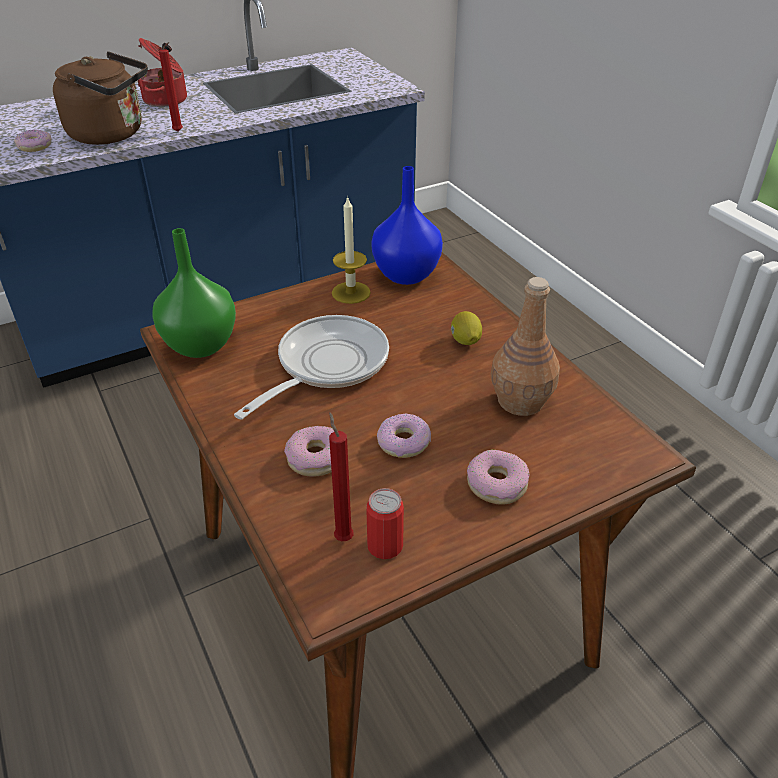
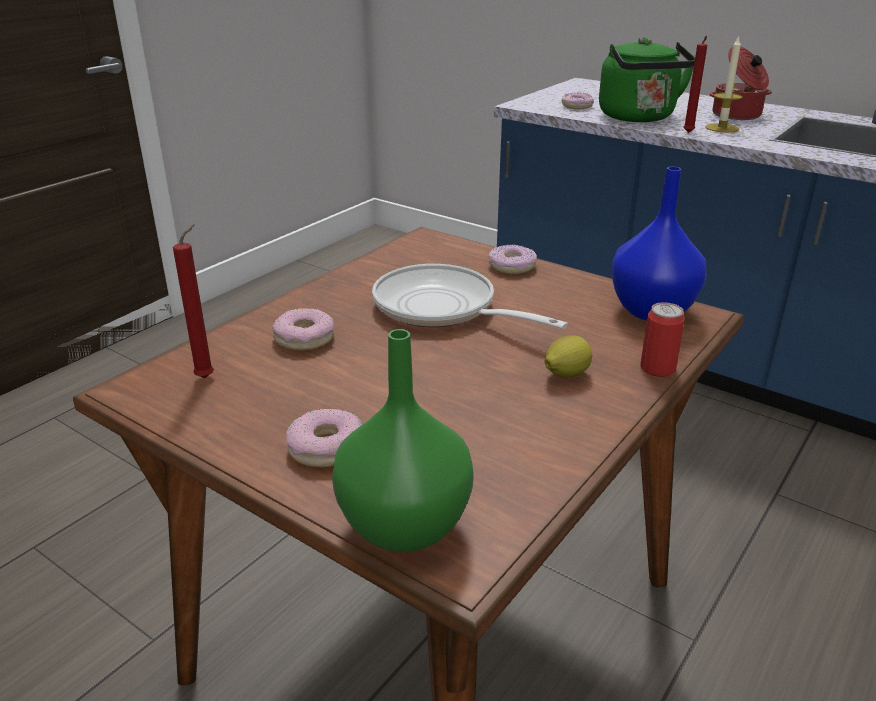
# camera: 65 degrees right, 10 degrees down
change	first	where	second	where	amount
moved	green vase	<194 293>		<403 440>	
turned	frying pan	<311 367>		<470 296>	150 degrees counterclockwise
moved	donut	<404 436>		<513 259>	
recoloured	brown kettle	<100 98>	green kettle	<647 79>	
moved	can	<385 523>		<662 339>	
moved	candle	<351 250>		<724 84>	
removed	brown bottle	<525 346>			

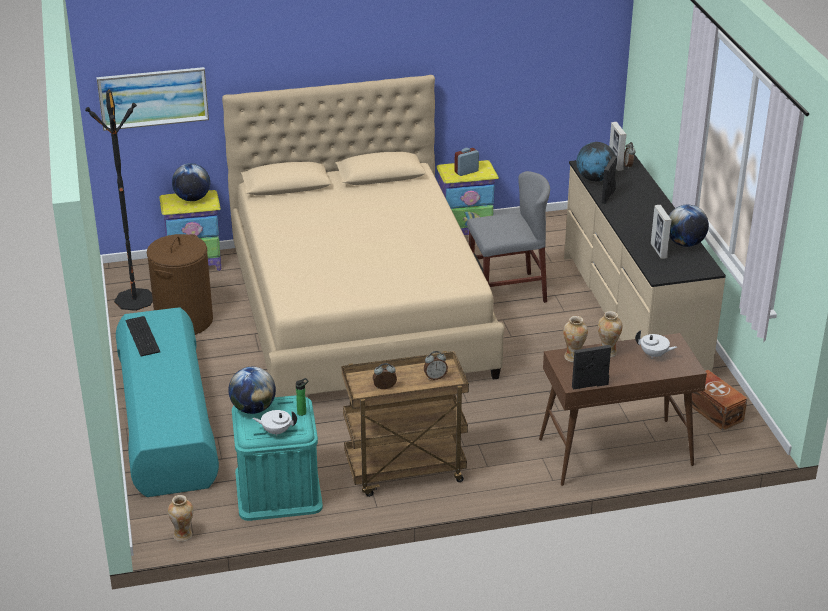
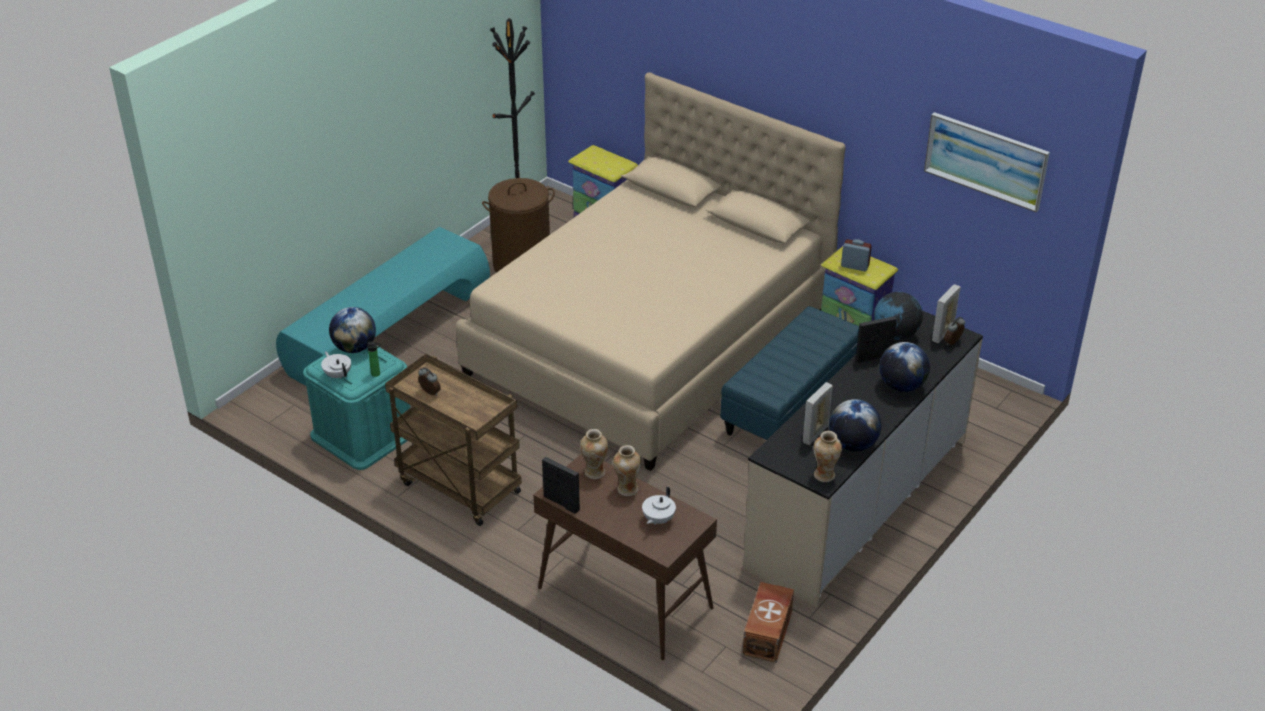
# camera: 50 degrees right, 5 degrees up
change	first	where	second	where	amount
turned	white teapot	<656 344>		<659 506>	45 degrees clockwise
replaced	grey chair	<508 237>	blue ottoman	<789 373>	
moved	vase	<180 518>		<827 456>	
moved	globe	<191 182>		<904 367>	
moved	picture	<152 99>		<987 162>	
removed	keyboard	<143 336>			
removed	alarm clock	<436 365>			

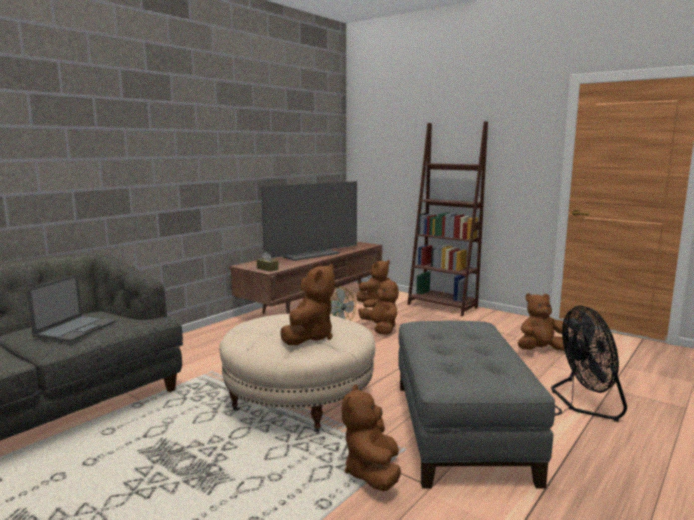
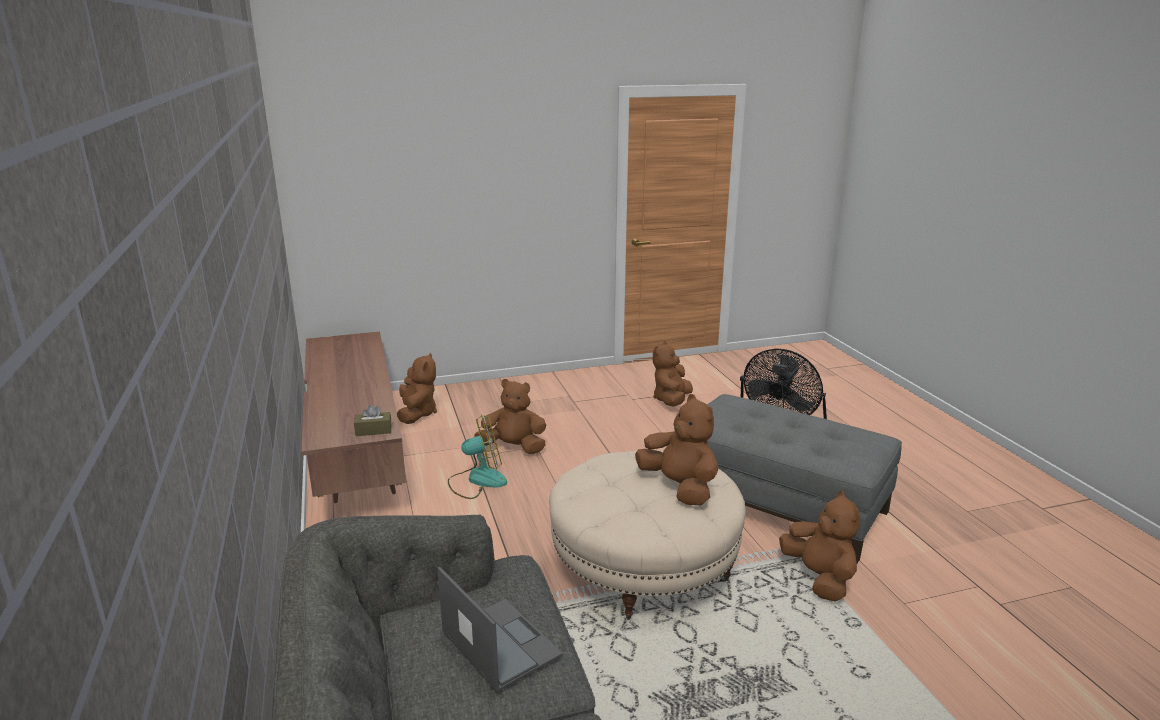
# camera: 55 degrees left, 10 degrees up
change	first	where	second	where	amount
turned	brown plush toy	<371 438>		<819 546>	150 degrees counterclockwise
removed	television	<309 221>			
removed	brown bookcase	<447 218>			

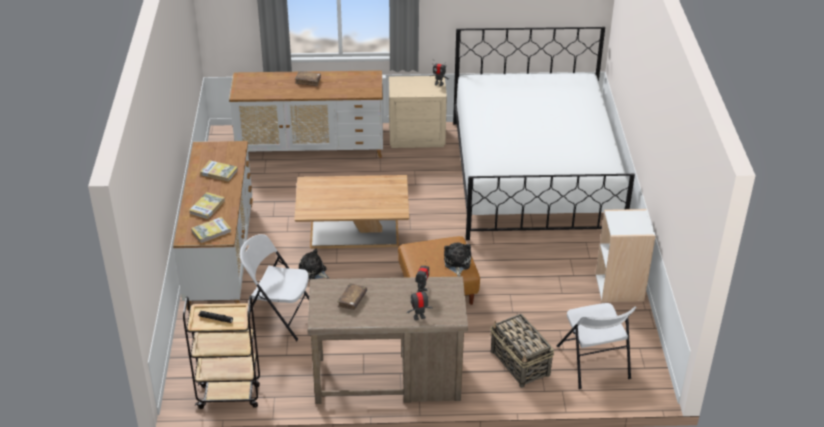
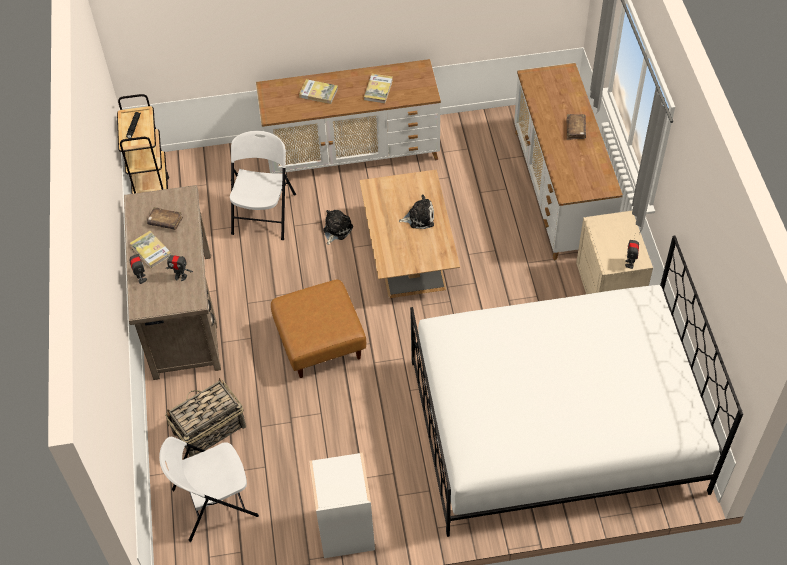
# camera: 85 degrees right, 15 degrees up
change	first	where	second	where	amount
moved	book	<211 230>		<150 250>	
moved	plush toy	<457 259>		<416 212>	

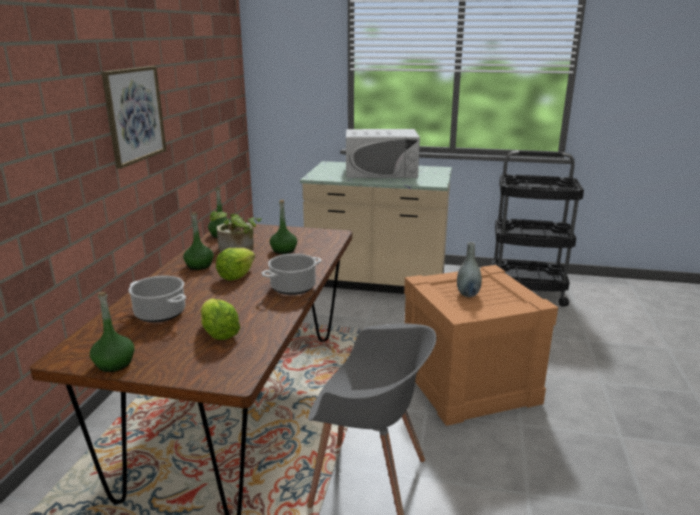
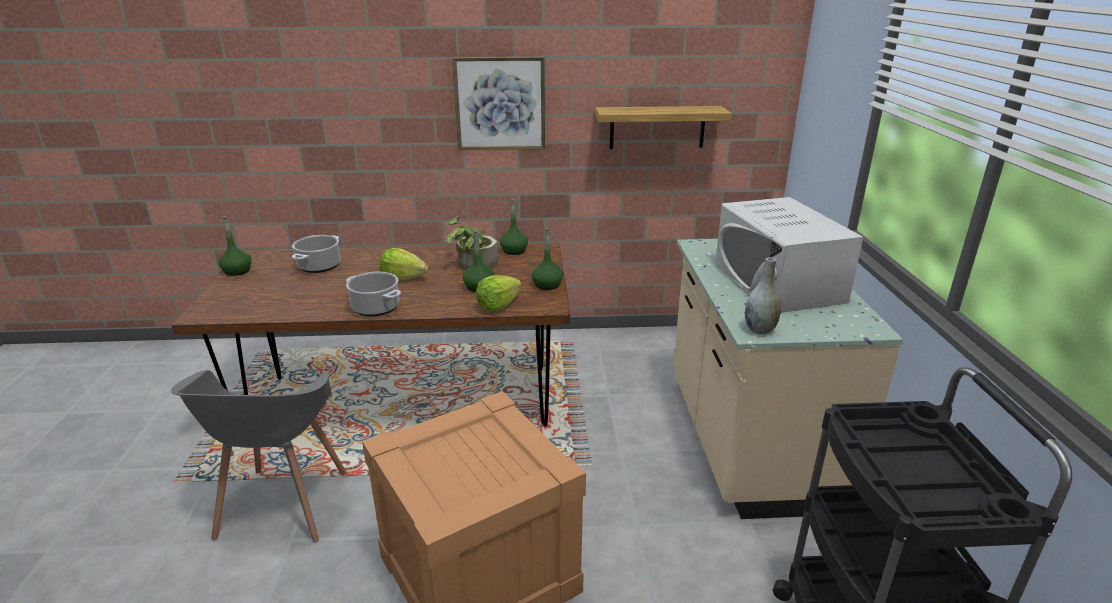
# camera: 75 degrees right, 5 degrees up
change	first	where	second	where	amount
moved	lettuce	<220 319>		<499 293>	
moved	green bottle	<198 241>		<547 259>	
added			shelf	<663 127>	
moved	grey vase	<469 269>		<763 295>	

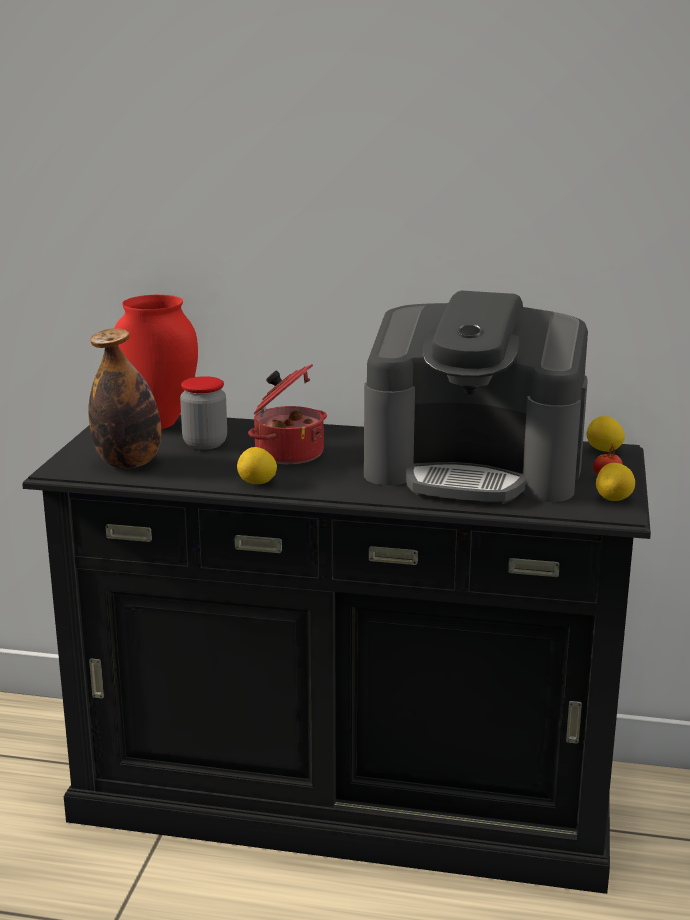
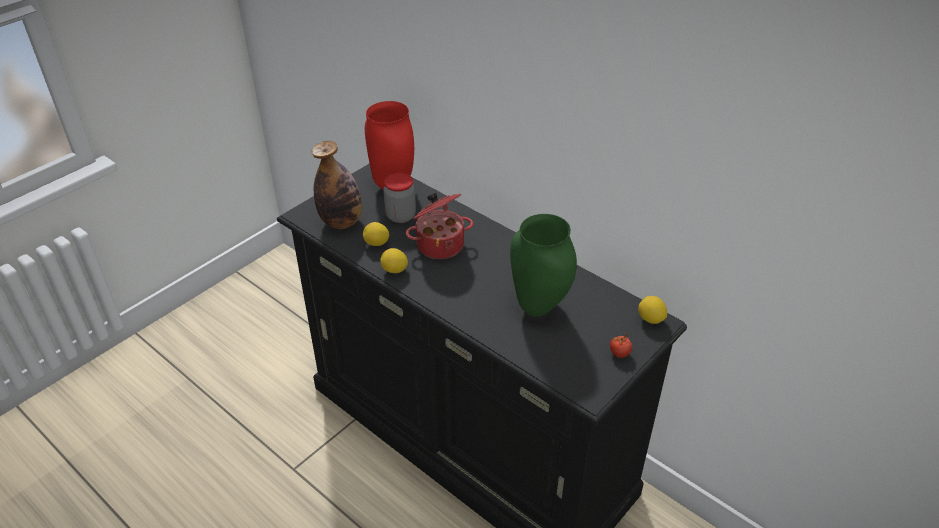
# camera: 30 degrees right, 20 degrees up
change	first	where	second	where	amount
moved	lemon	<615 482>		<376 234>	
replaced	coffee machine	<476 397>	green vase	<543 265>	

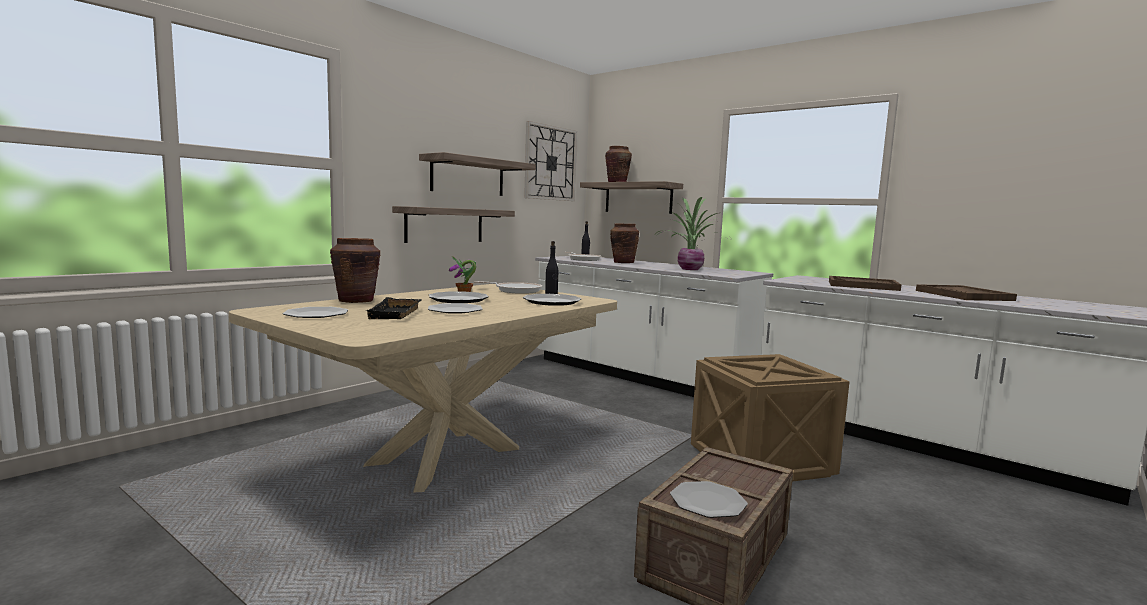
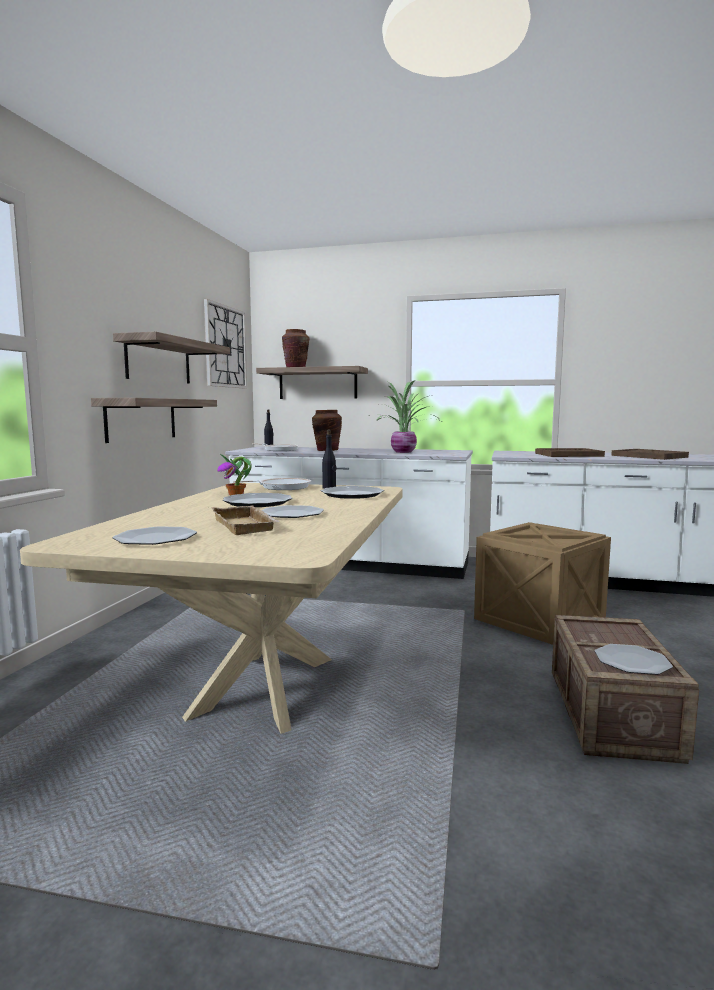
# camera: 25 degrees left, 0 degrees up
change	first	where	second	where	amount
recoloured	black tray	<394 308>	beige tray	<245 520>	
removed	brown vase	<355 270>			

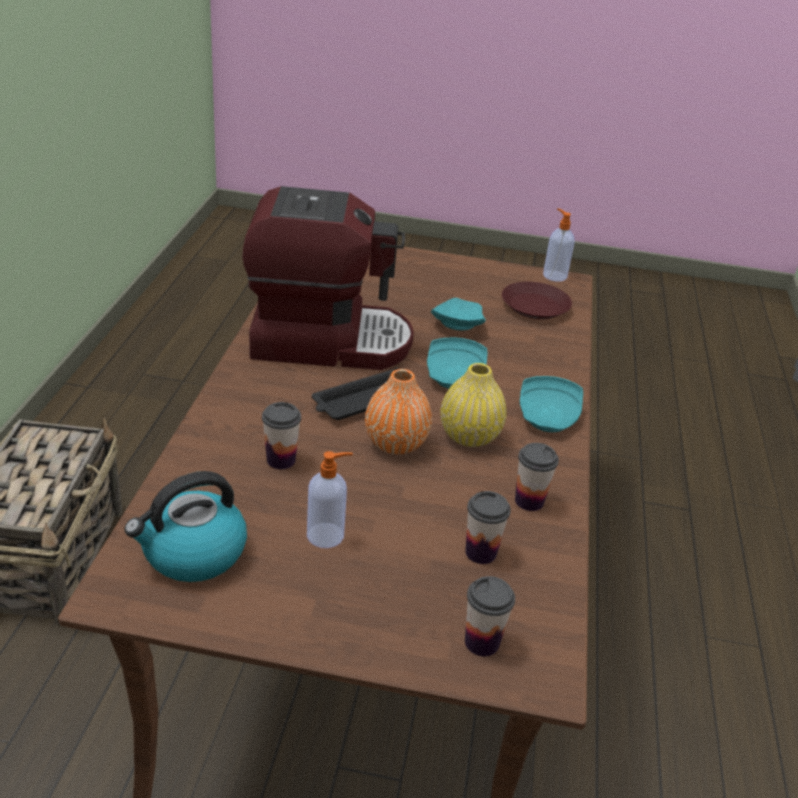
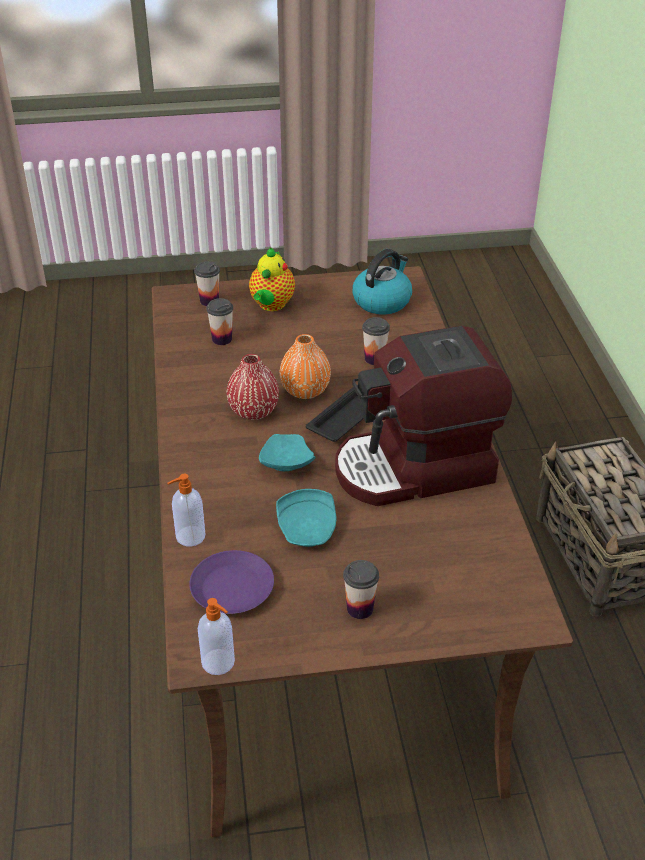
# camera: 165 degrees right, 5 degrees up
change	first	where	second	where	amount
moved	soap dispenser	<330 499>		<186 510>	
recoloured	brown plate	<537 300>	purple plate	<231 582>	
recoloured	yellow vase	<474 405>	red vase	<253 387>	
added			teapot	<272 279>	
moved	cup	<537 477>		<361 589>	
removed	turquoise plate	<551 404>			

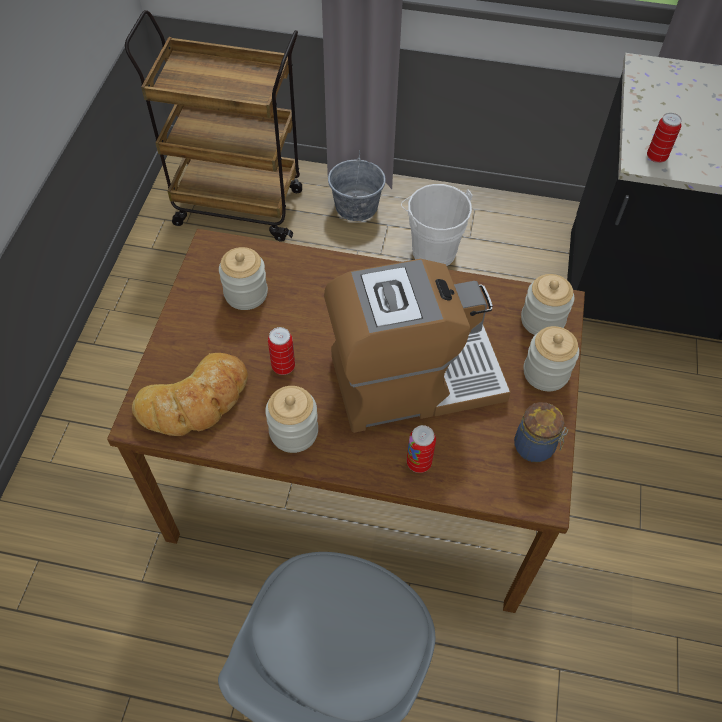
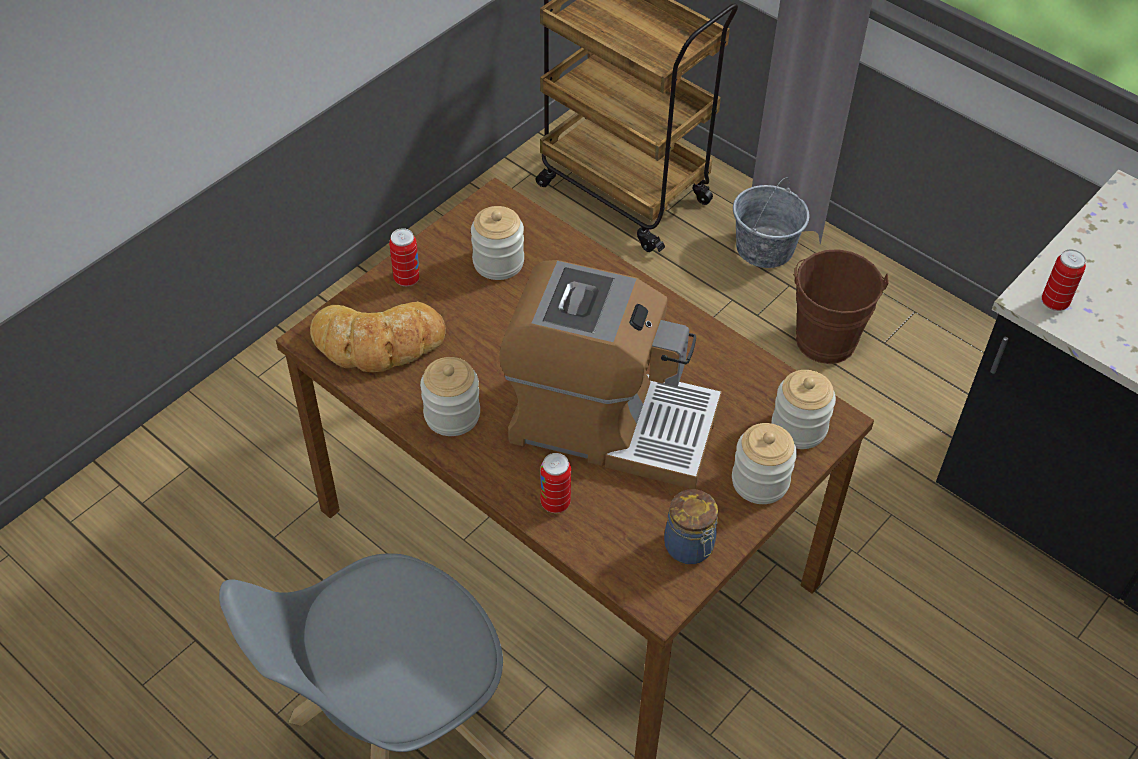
# camera: 30 degrees right, 5 degrees down
change	first	where	second	where	amount
moved	can	<281 351>		<404 257>	
recoloured	white bucket	<437 225>	brown bucket	<841 306>	

